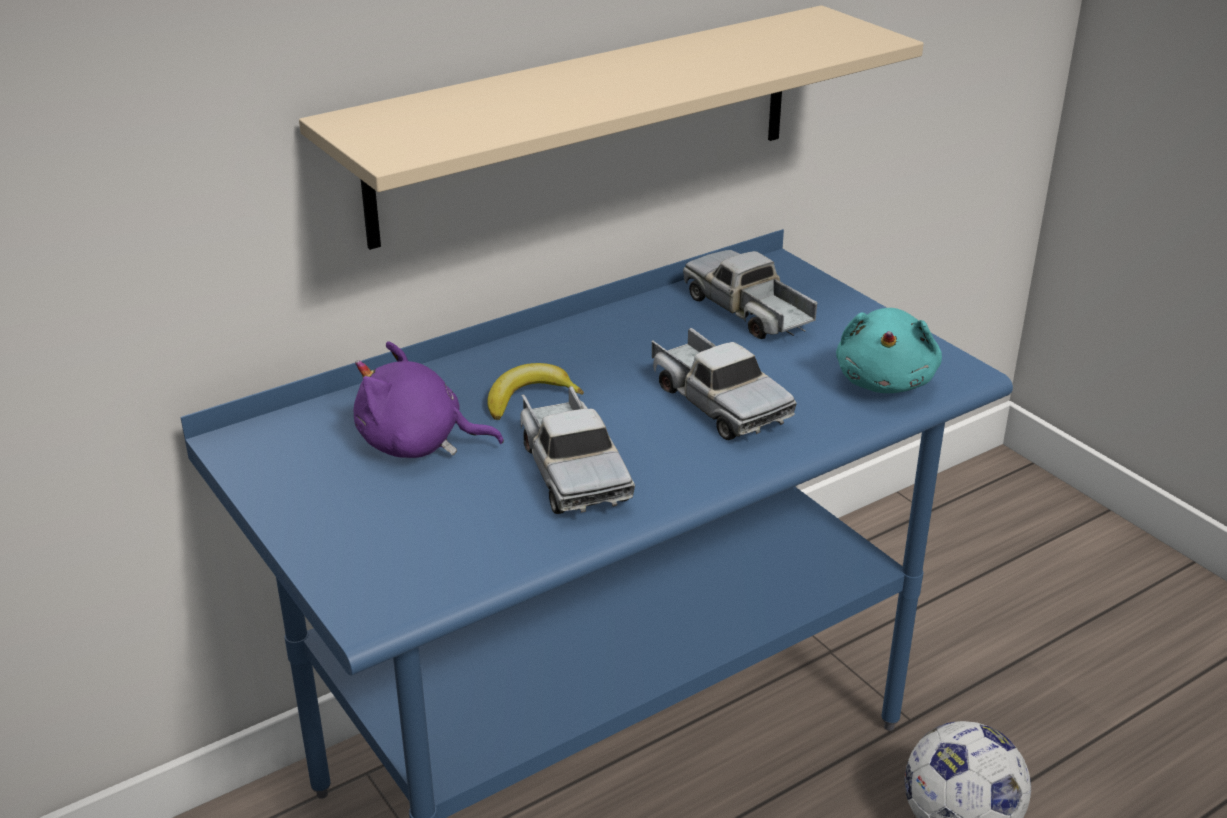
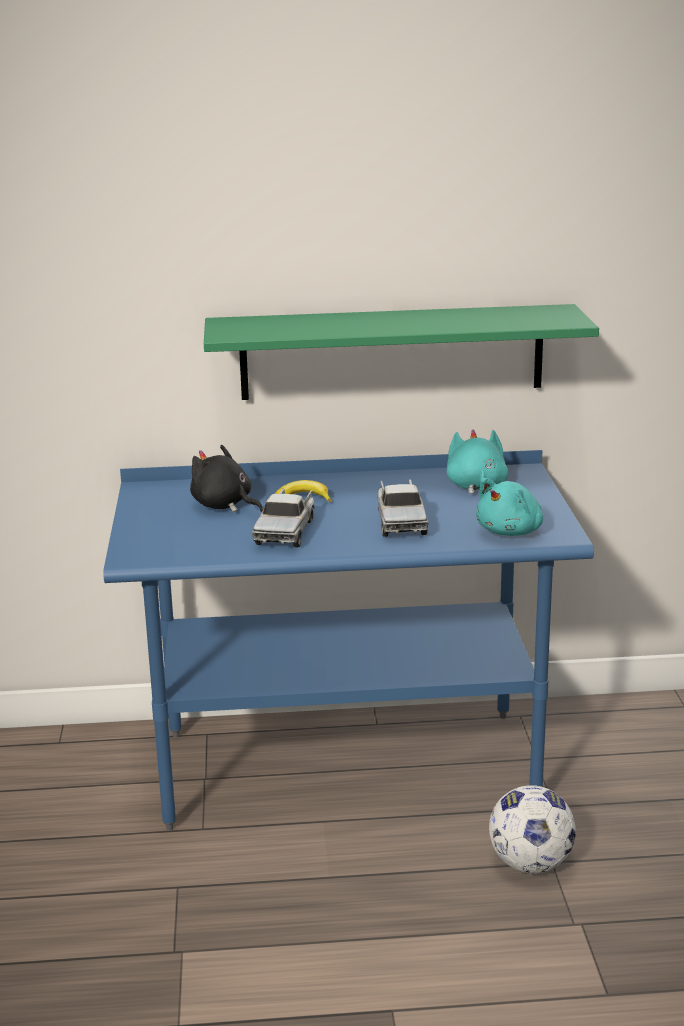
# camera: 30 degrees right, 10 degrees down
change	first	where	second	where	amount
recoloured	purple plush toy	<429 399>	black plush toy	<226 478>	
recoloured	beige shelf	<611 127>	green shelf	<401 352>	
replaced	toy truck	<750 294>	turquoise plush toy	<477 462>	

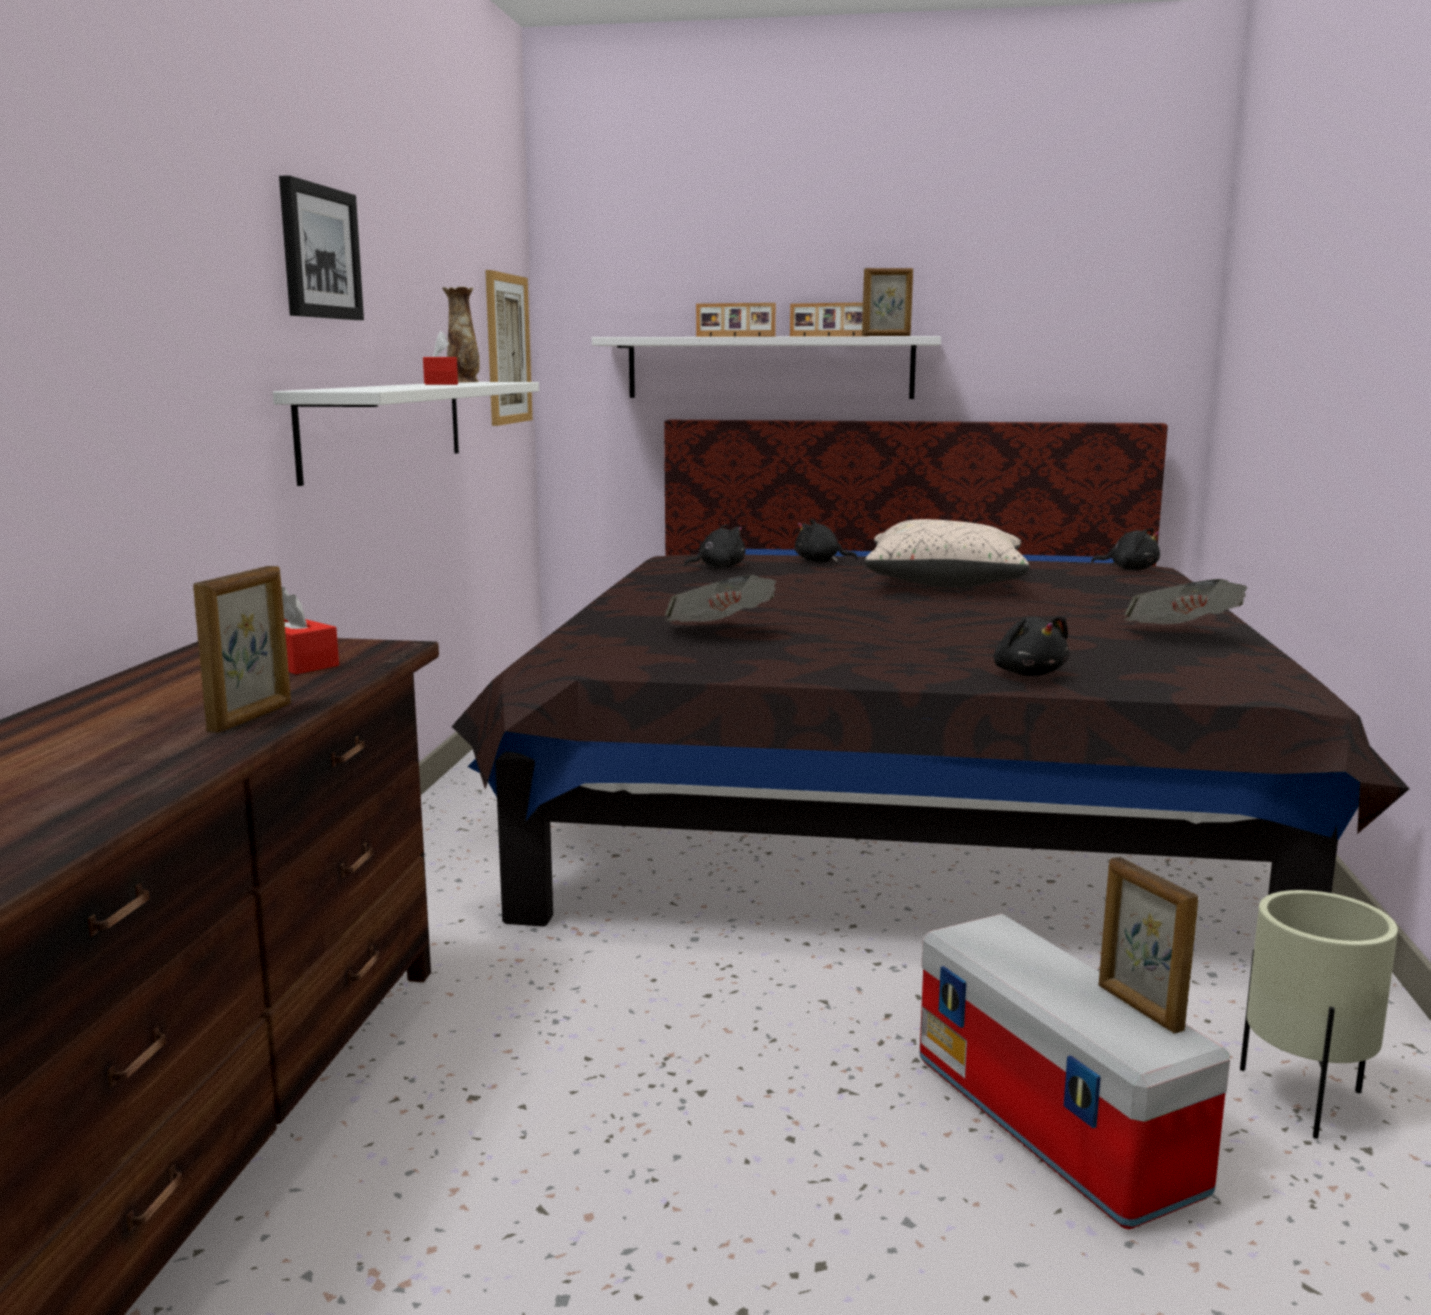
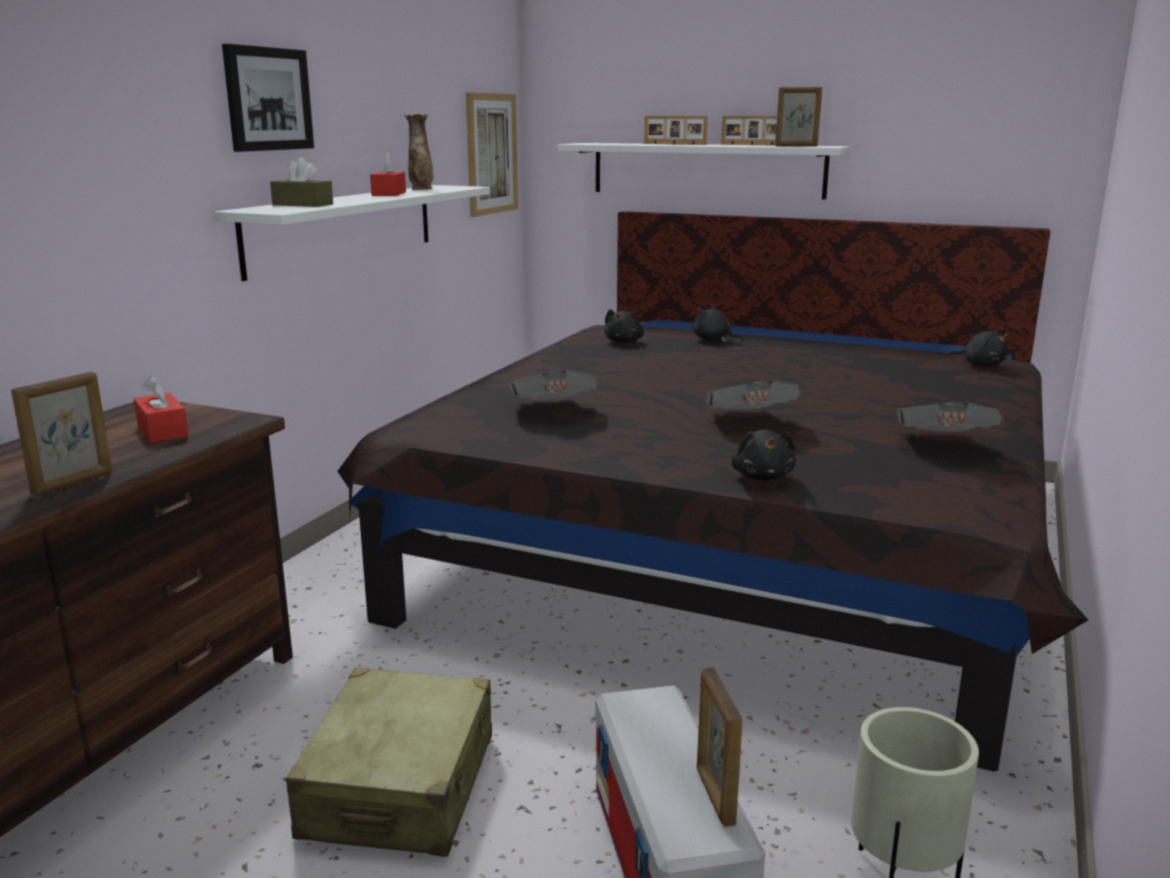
# camera: 15 degrees right, 5 degrees up
change	first	where	second	where	amount
added			brown tissue box	<301 182>	
added			beige suitcase	<389 762>	
turned	black plush toy	<714 546>		<624 326>	120 degrees clockwise
added			newspaper	<754 395>	
removed	beige pillow	<947 553>			

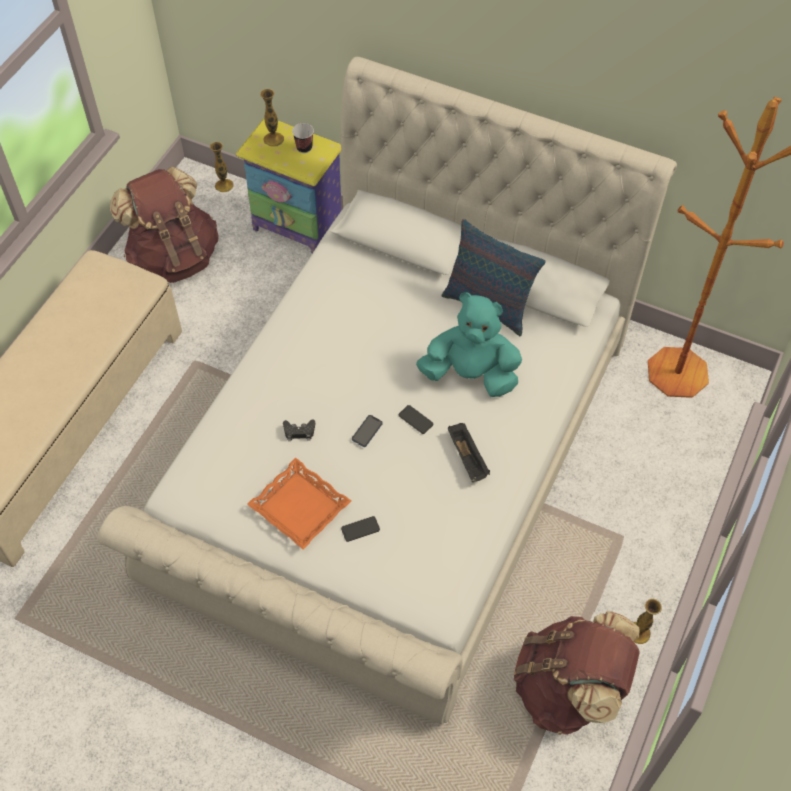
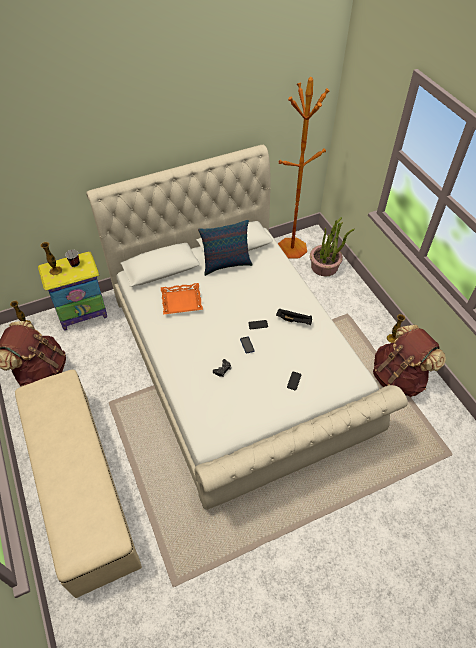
# camera: 50 degrees left, 5 degrees down
change	first	where	second	where	amount
moved	orange tray	<299 503>		<182 299>	
added			potted plant	<332 247>	
removed	turquoise plush toy	<469 345>			

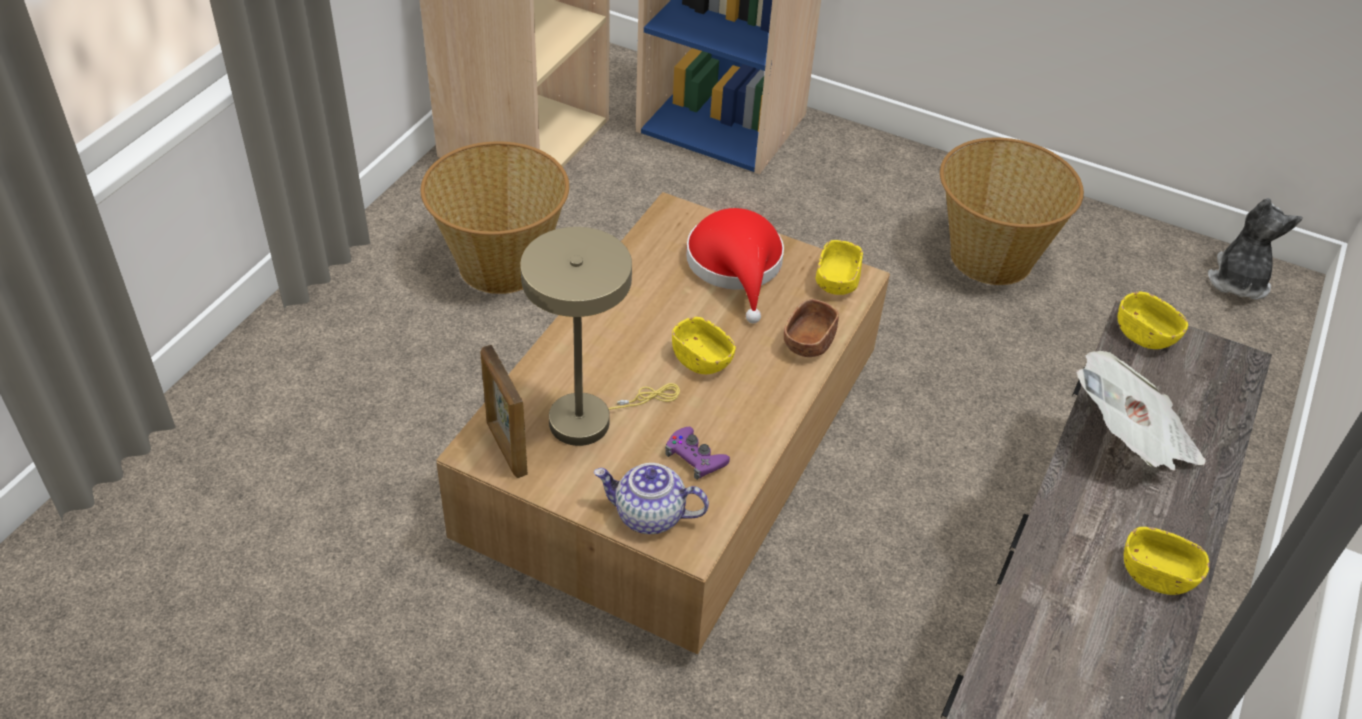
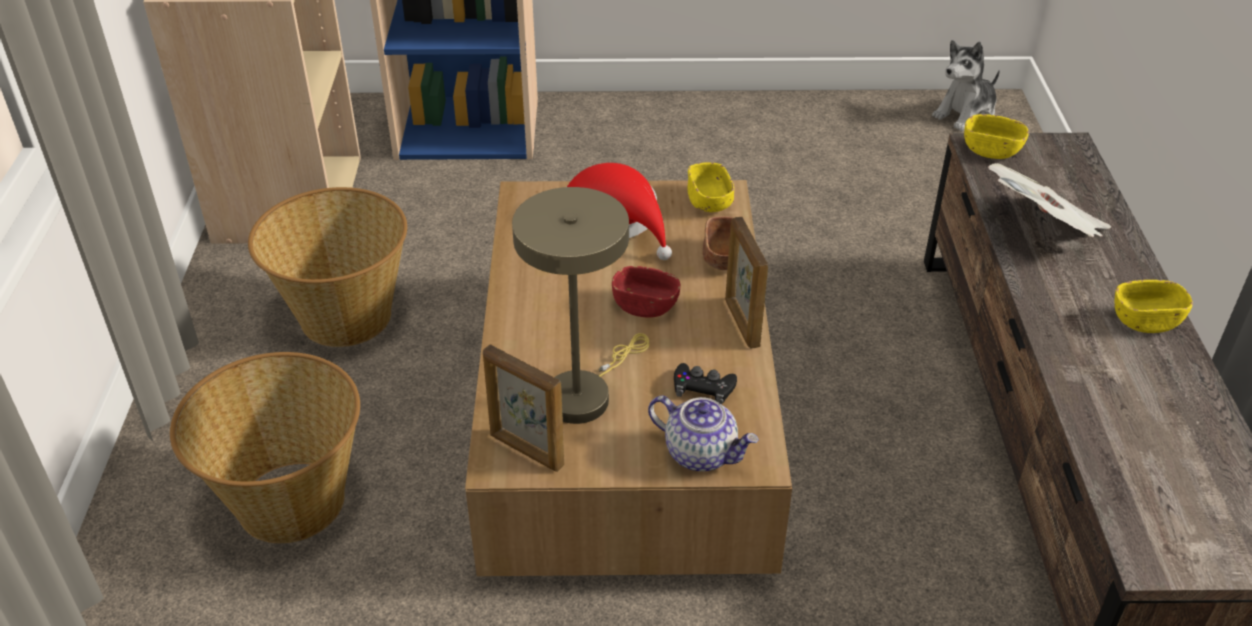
# camera: 25 degrees left, 5 degrees down
change	first	where	second	where	amount
moved	basket	<1012 211>		<265 447>	
recoloured	yellow bowl	<704 345>	red bowl	<646 292>	
turned	teapot	<651 498>		<703 433>	135 degrees counterclockwise
recoloured	purple game controller	<697 453>	black game controller	<705 384>	
added			picture frame	<746 283>	
turned	plush toy	<1255 249>		<966 85>	120 degrees counterclockwise

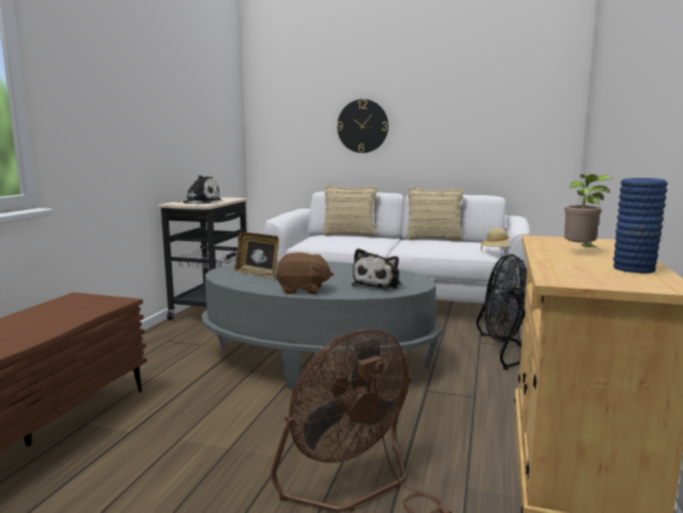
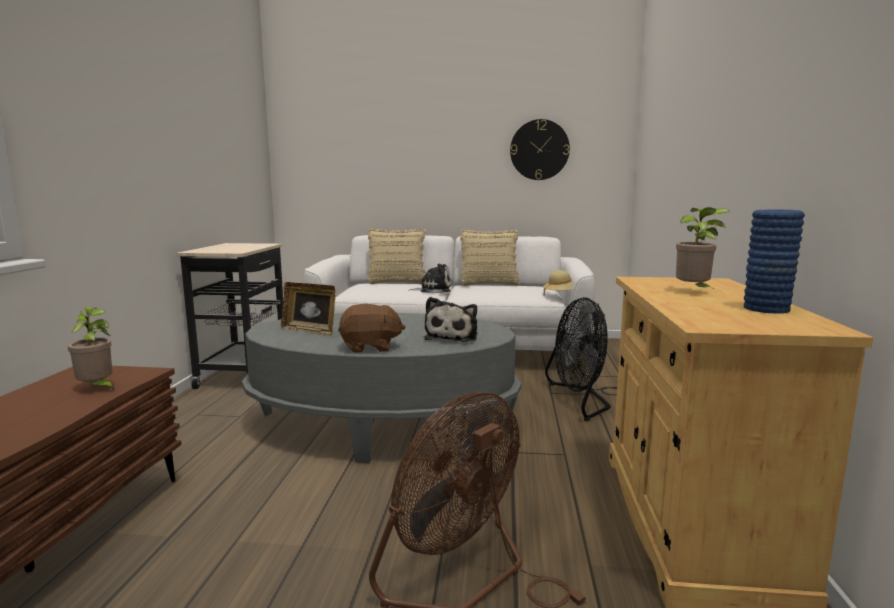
# camera: 10 degrees left, 0 degrees up
change	first	where	second	where	amount
added			potted plant	<91 348>	
moved	plush toy	<198 189>		<430 278>	
moved	wall clock	<363 126>		<540 149>	

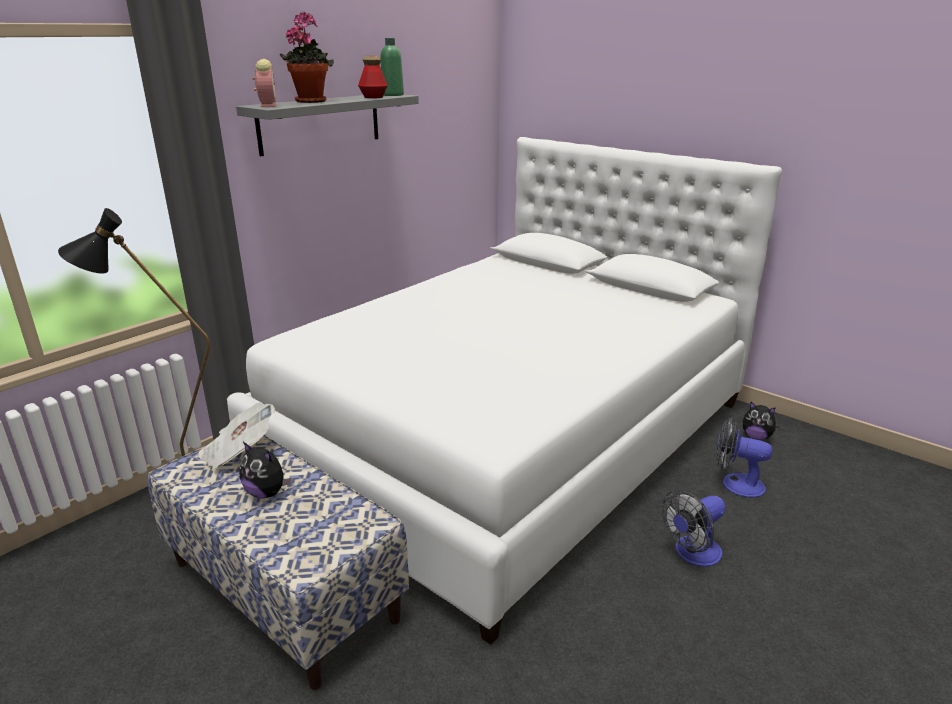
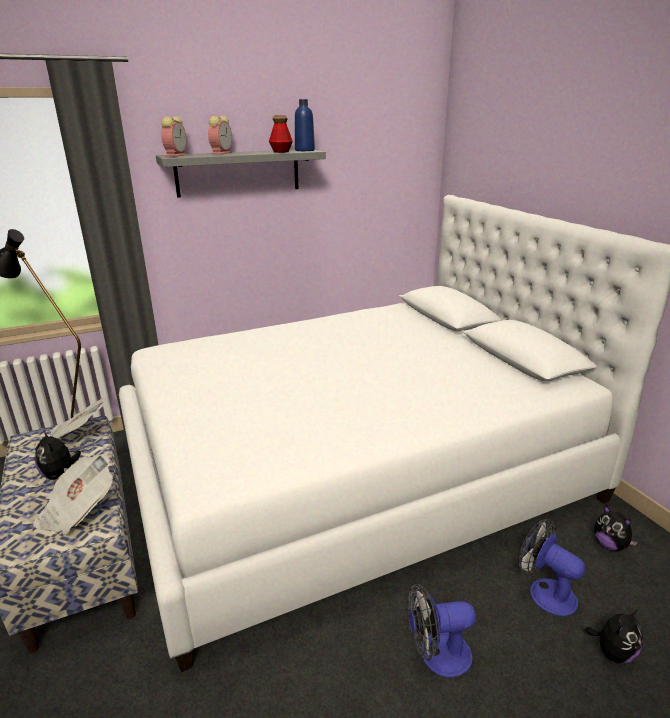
# camera: 25 degrees right, 0 degrees up
change	first	where	second	where	amount
added			newspaper	<73 495>	
replaced	potted plant	<307 57>	alarm clock	<220 135>	
recoloured	green bottle	<392 67>	blue bottle	<305 125>	
added			plush toy	<614 636>	

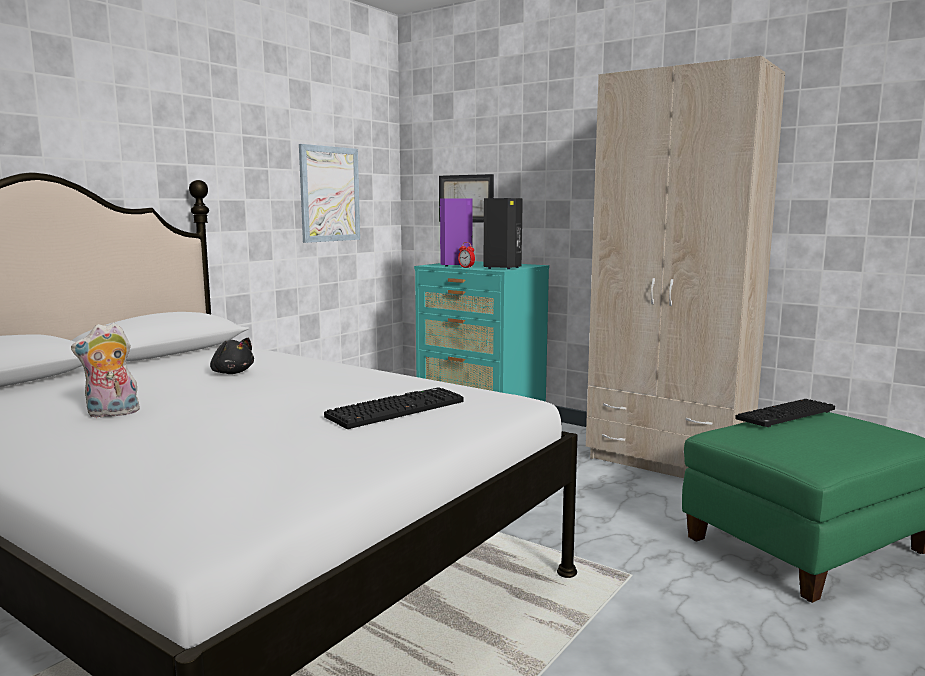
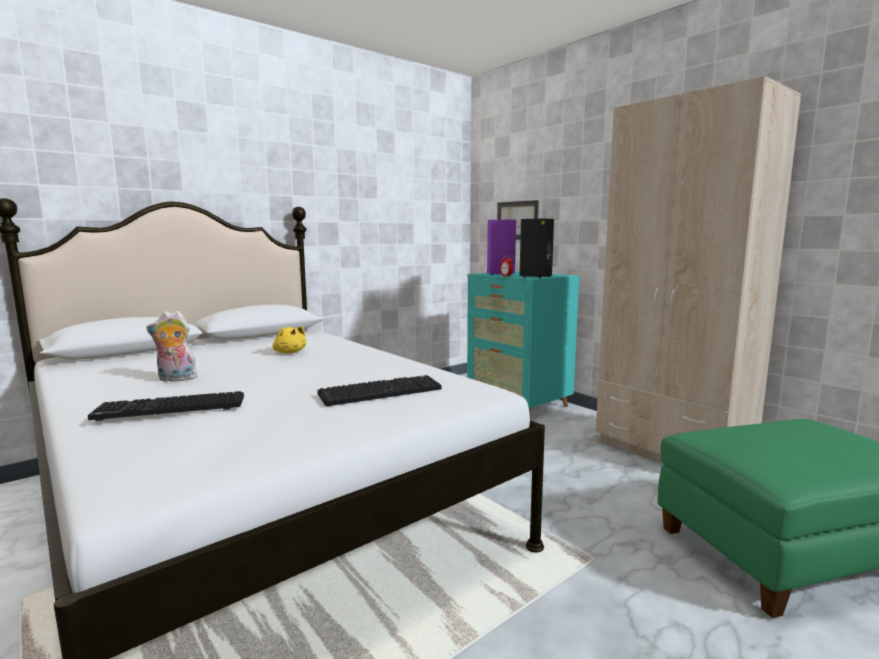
# camera: 15 degrees right, 0 degrees up
change	first	where	second	where	amount
moved	keyboard	<785 413>		<166 406>	
recoloured	black plush toy	<232 356>	yellow plush toy	<289 340>	
removed	picture	<329 193>			

